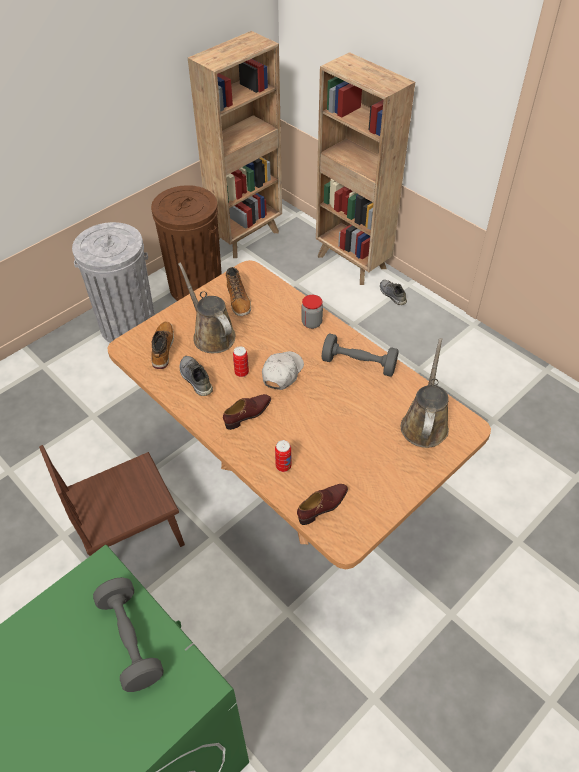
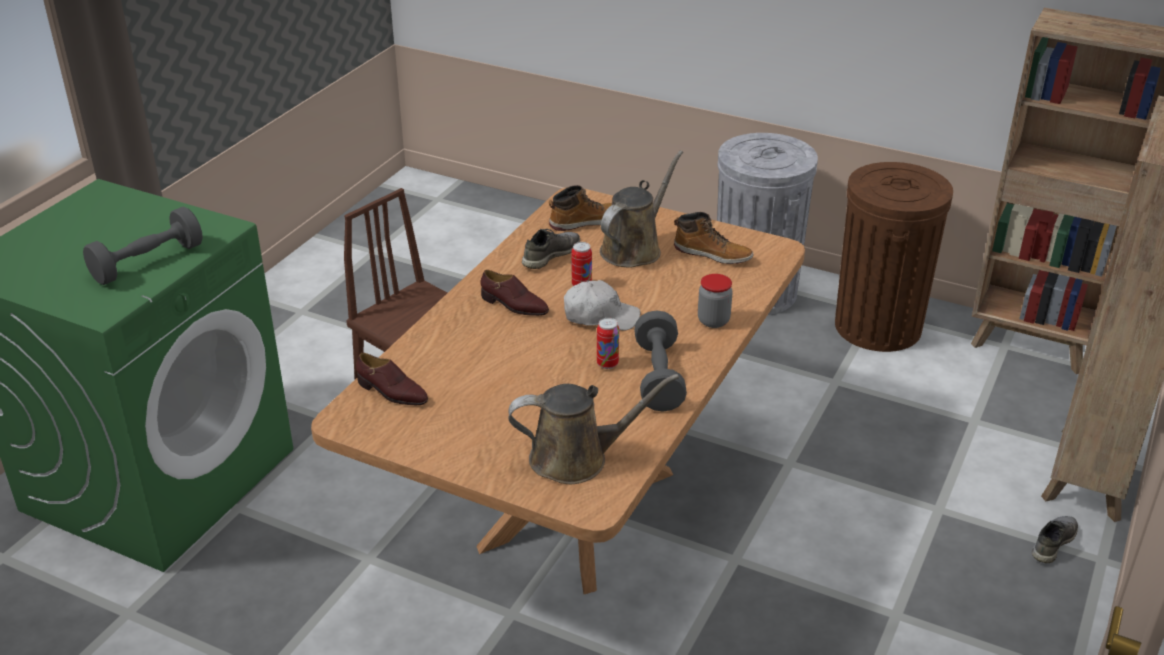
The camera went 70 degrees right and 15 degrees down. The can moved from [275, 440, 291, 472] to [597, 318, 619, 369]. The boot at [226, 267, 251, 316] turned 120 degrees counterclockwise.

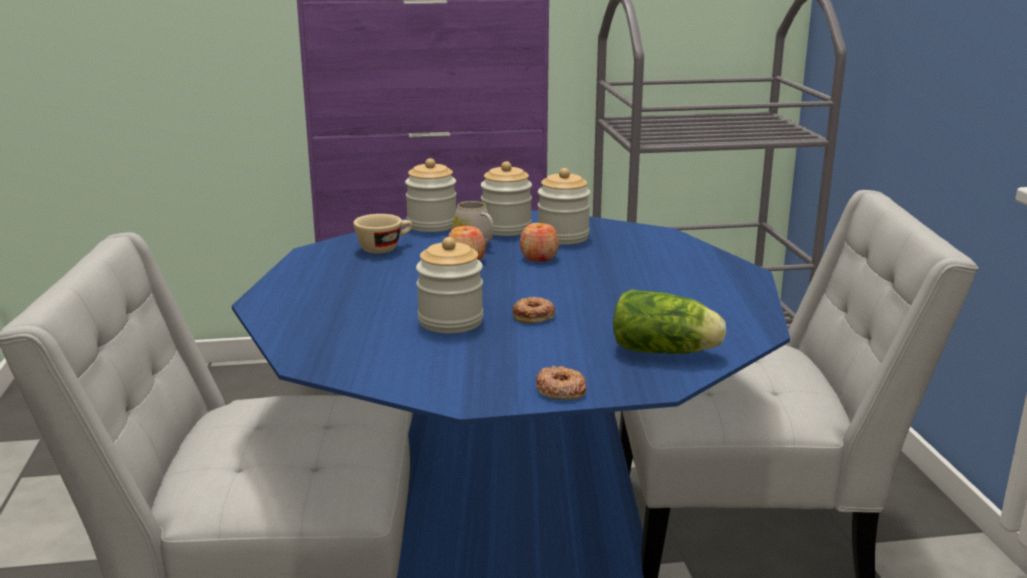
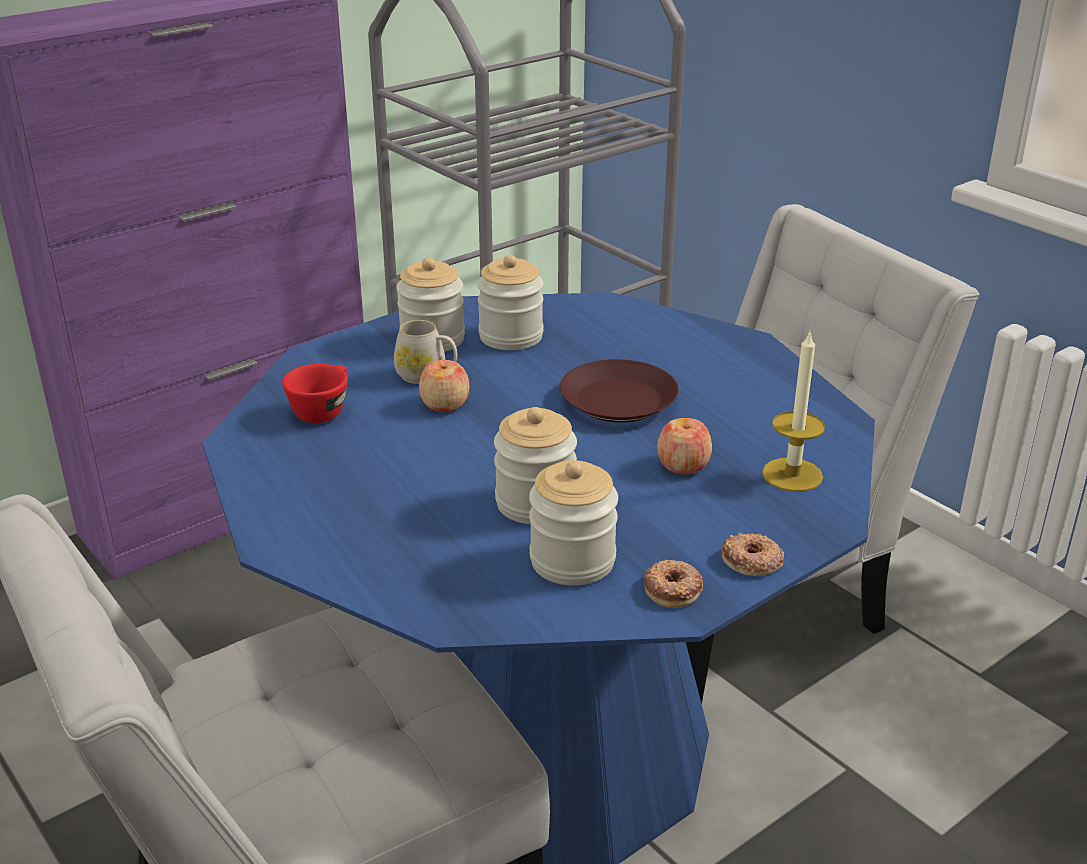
The camera went 30 degrees left and 10 degrees up. The cup (beige) at [353, 214, 413, 254] became the cup (red) at [282, 364, 348, 423]. The jar moved from [405, 158, 457, 232] to [529, 460, 618, 586]. The plate (brown) at [560, 359, 679, 423] appeared. The donut moved from [512, 297, 555, 323] to [644, 560, 703, 608]. The apple moved from [520, 223, 559, 262] to [657, 418, 712, 475]. The lettuce at [613, 289, 727, 354] was replaced by the candle at [762, 332, 825, 492].

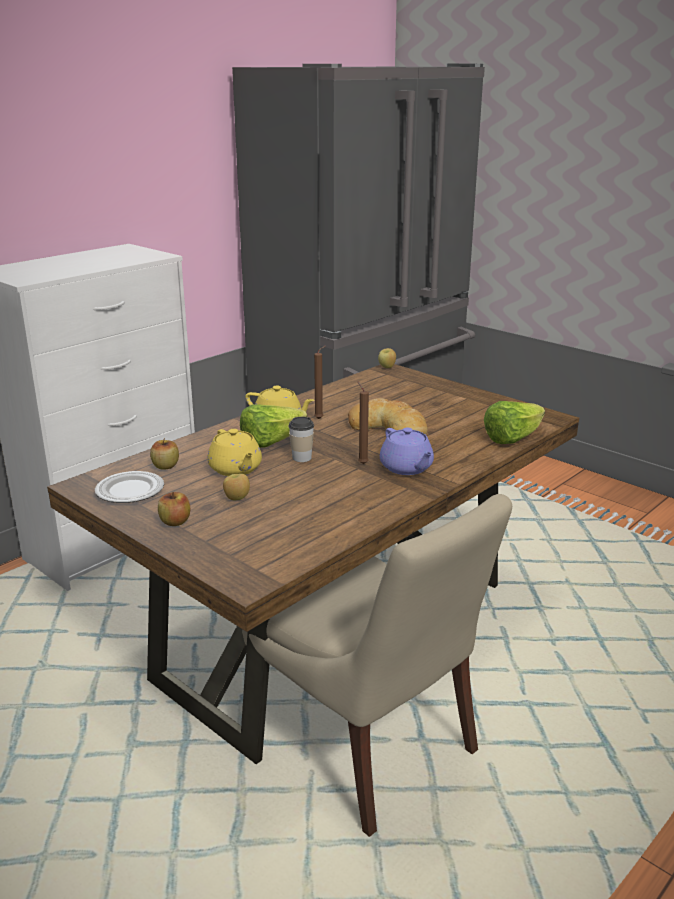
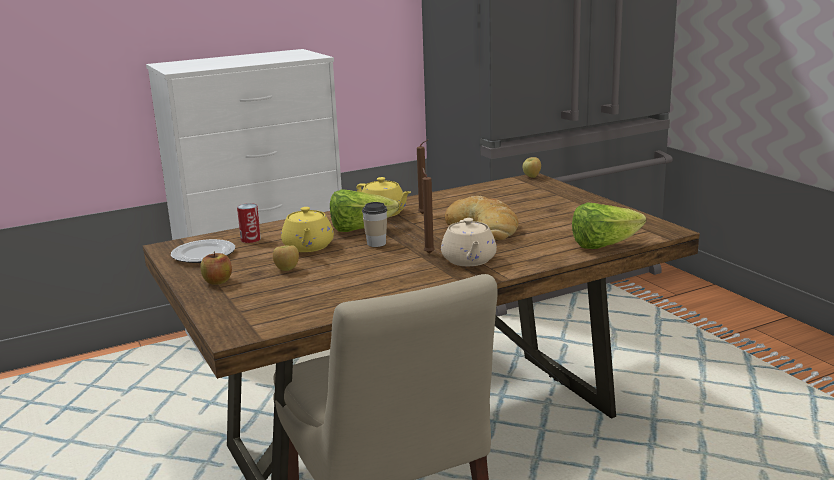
The camera went 20 degrees right and 5 degrees down. The apple at [150, 438, 179, 470] was replaced by the can at [237, 203, 261, 243]. The teapot (purple) at [380, 428, 434, 475] became the teapot (beige) at [441, 218, 497, 266].

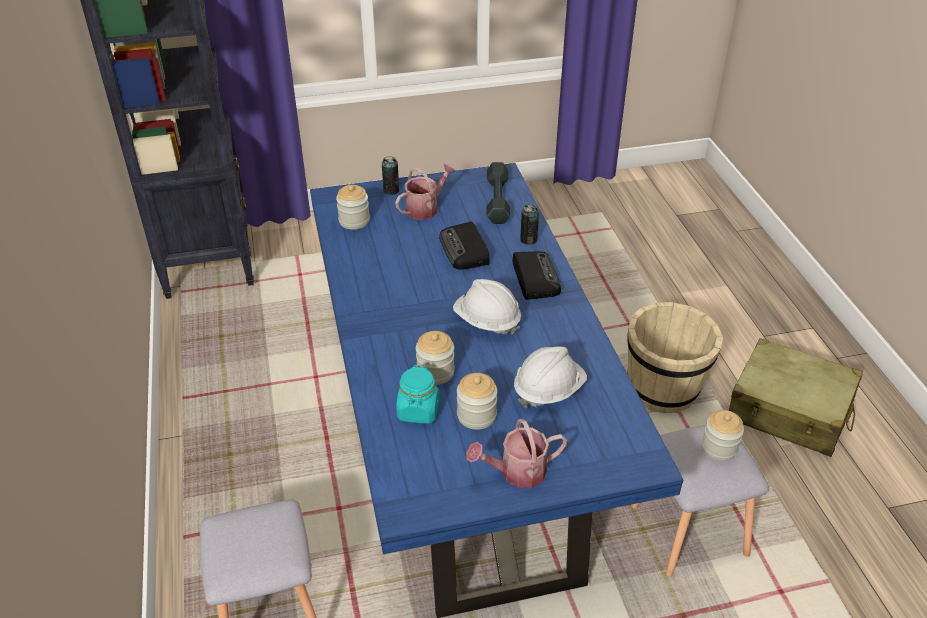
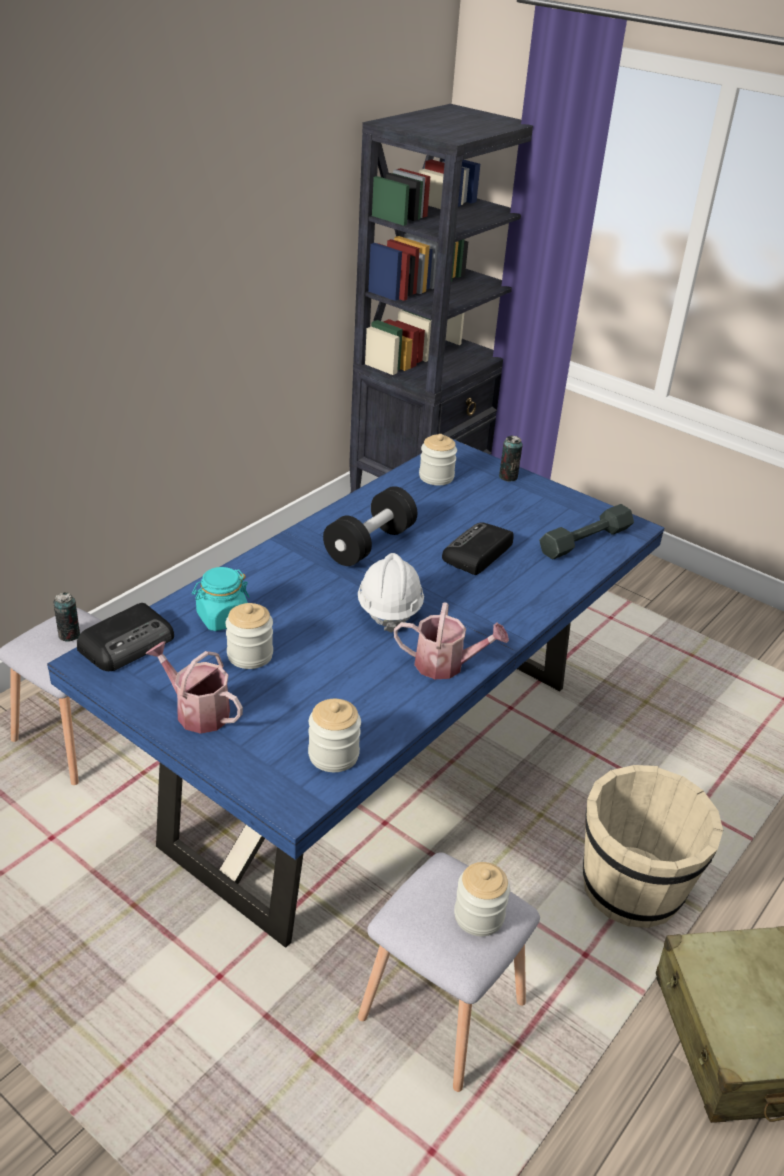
The camera went 50 degrees right and 5 degrees down. The can moved from [520, 204, 539, 245] to [53, 592, 80, 642]. The radio moved from [513, 251, 561, 300] to [77, 603, 174, 671]. The jar moved from [416, 331, 455, 385] to [308, 699, 361, 772]. The dumbbell (black) at [323, 486, 417, 566] appeared. The watering can moved from [395, 163, 456, 220] to [394, 602, 509, 679]. The hard hat (white) at [514, 346, 587, 409] disappeared.

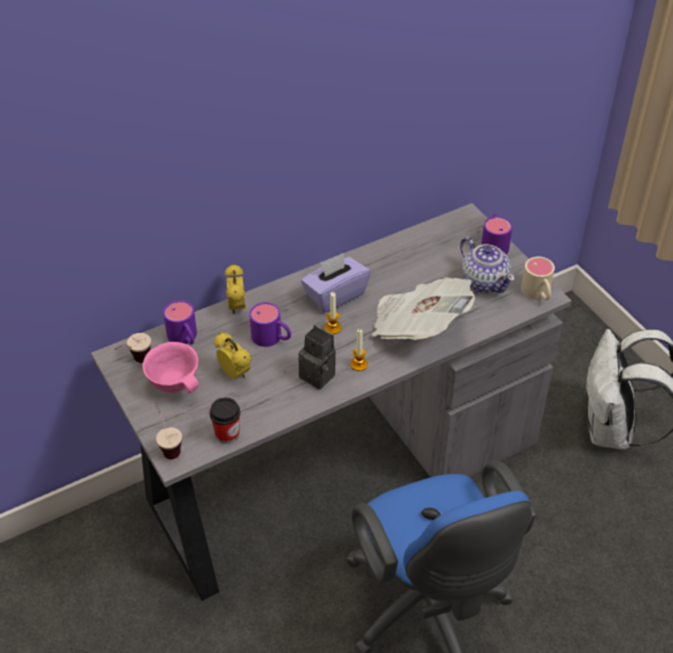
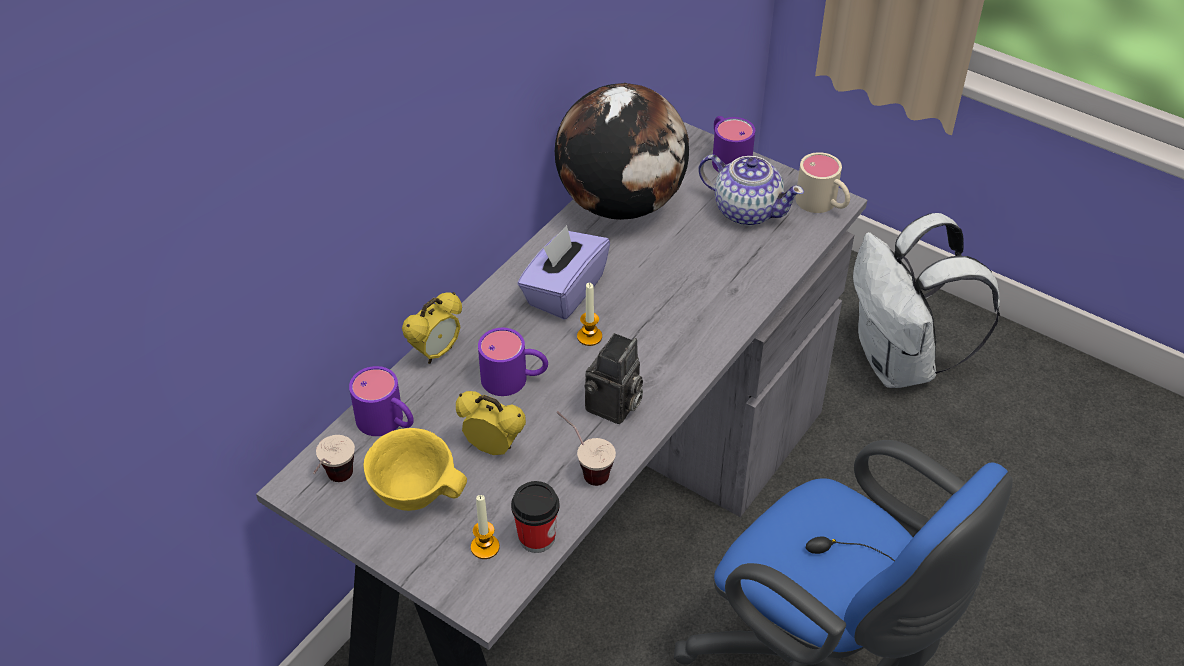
The camera went 25 degrees left and 0 degrees up. The bowl (pink) at [142, 342, 199, 393] became the bowl (yellow) at [363, 428, 467, 511]. The alarm clock at [225, 264, 245, 314] turned 105 degrees counterclockwise. The candle moved from [350, 329, 368, 371] to [471, 495, 500, 559]. The globe at [555, 83, 689, 220] appeared. The cup moved from [155, 402, 182, 459] to [556, 411, 616, 486]. The photo camera at [298, 324, 336, 390] turned 105 degrees clockwise. The newspaper at [372, 277, 475, 340] disappeared.

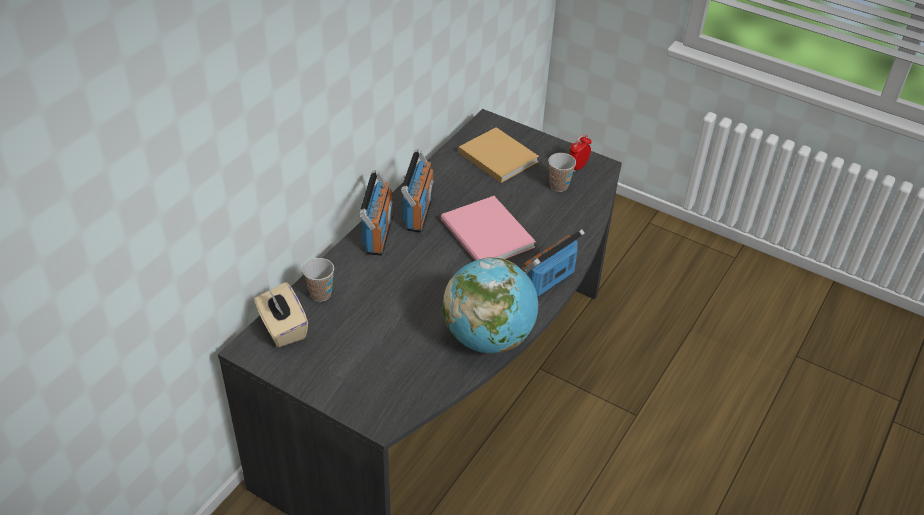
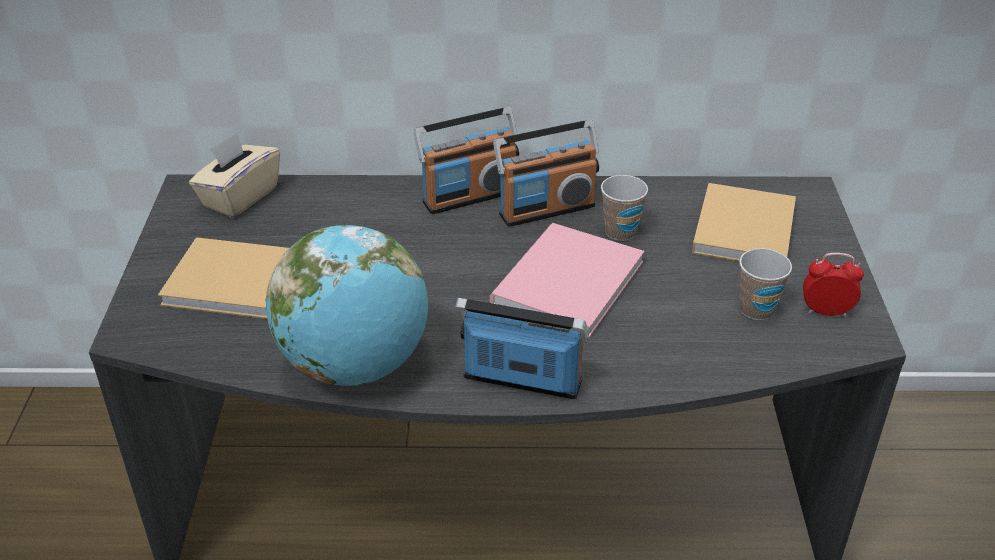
The camera went 60 degrees right and 5 degrees down. The book (beige) at [158, 237, 289, 319] appeared. The cup moved from [302, 258, 334, 302] to [601, 175, 648, 241].

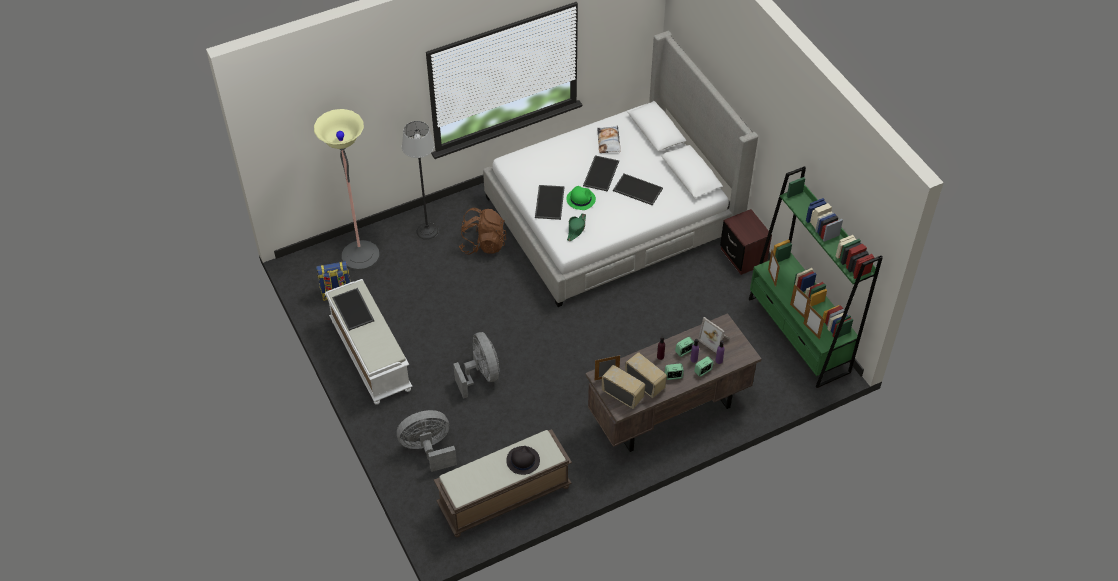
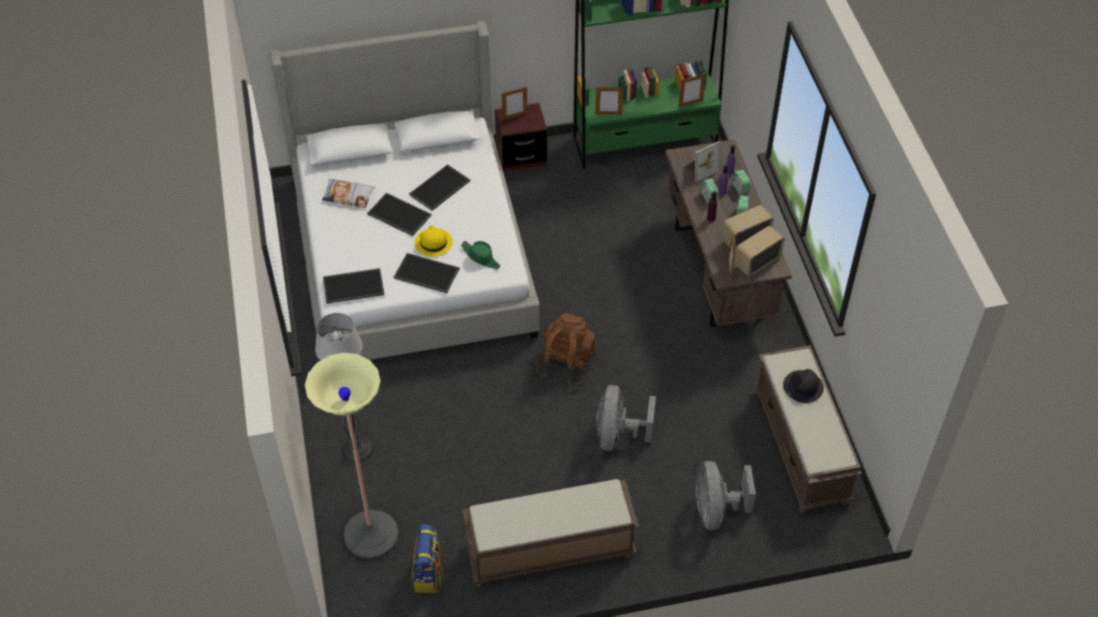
The camera went 75 degrees left and 0 degrees up. The tray moved from [332, 288, 374, 331] to [323, 268, 385, 304]. The hat (green) at [566, 186, 596, 210] became the hat (yellow) at [415, 225, 453, 257]. The bench (white) at [325, 279, 412, 405] became the bench (brown) at [462, 479, 639, 587]. The picture frame moved from [790, 284, 811, 318] to [502, 87, 527, 120]. The backpack (brown) moved from [459, 208, 506, 255] to [535, 313, 597, 387]. The fan (grey) at [453, 332, 499, 399] turned 75 degrees counterclockwise.

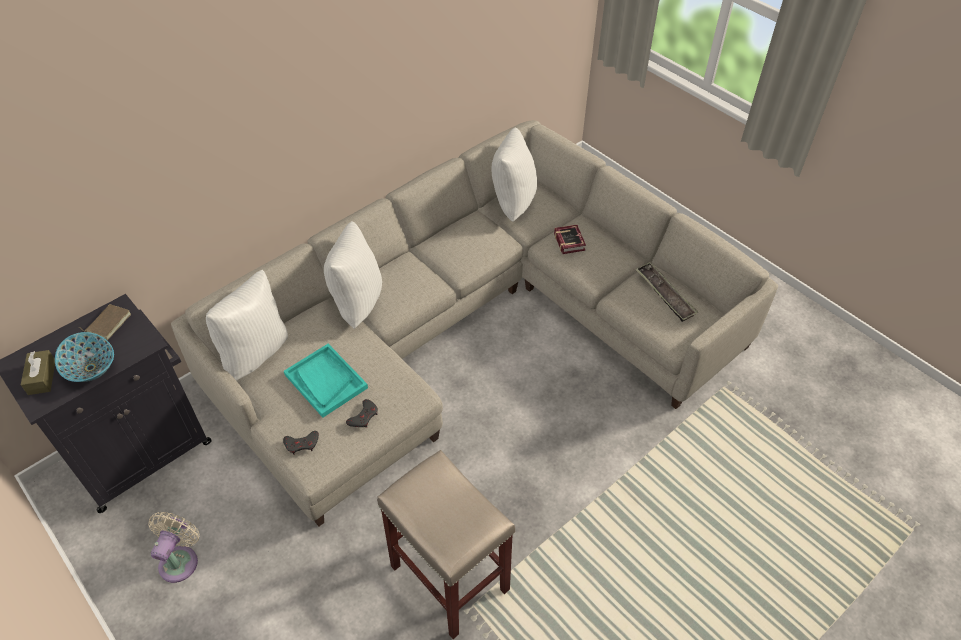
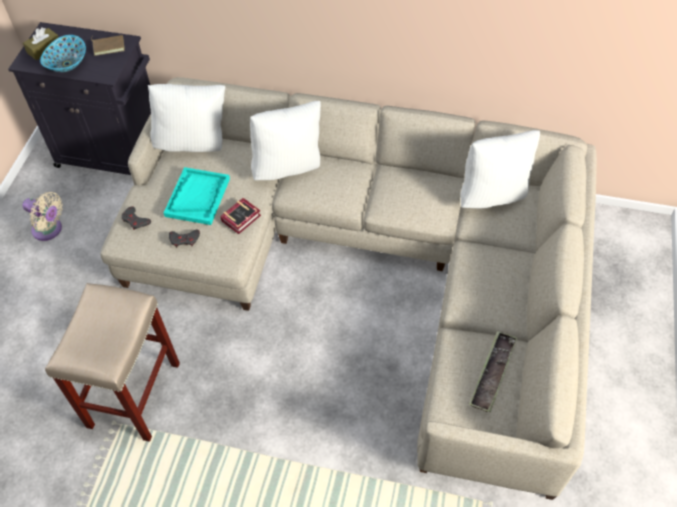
The camera went 55 degrees right and 5 degrees up. The fan (beige) at [148, 512, 200, 583] turned 45 degrees clockwise. The book moved from [554, 225, 586, 254] to [220, 198, 261, 234].

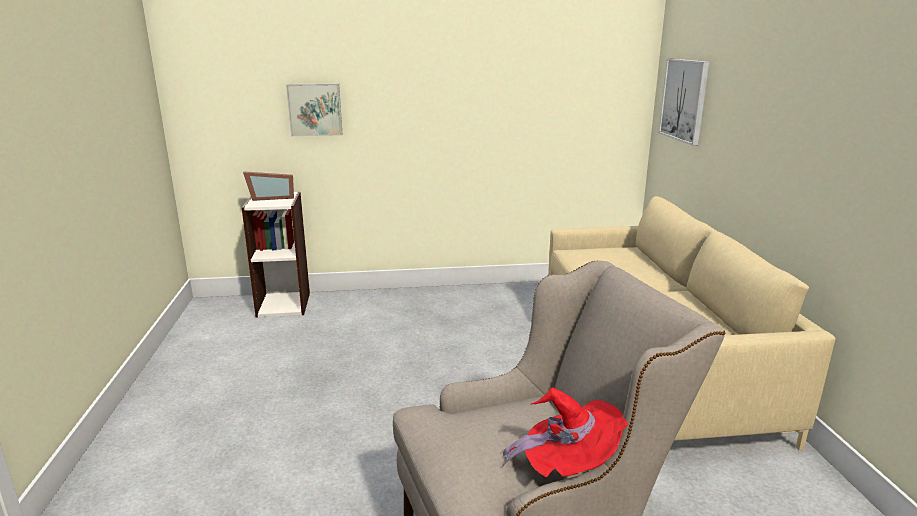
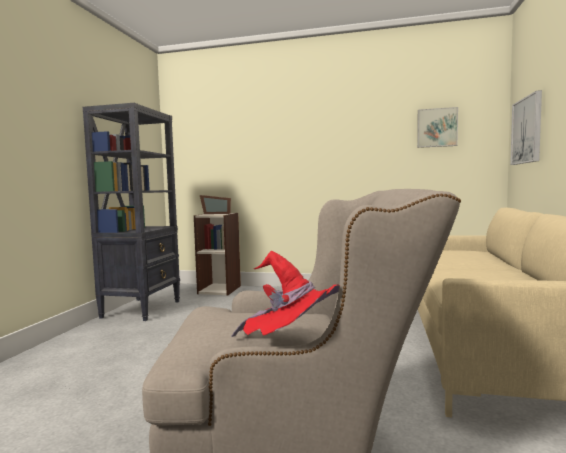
The camera went 20 degrees right and 15 degrees down. The bookcase (black) at [83, 103, 180, 321] appeared. The picture moved from [286, 83, 343, 136] to [417, 107, 458, 148].

